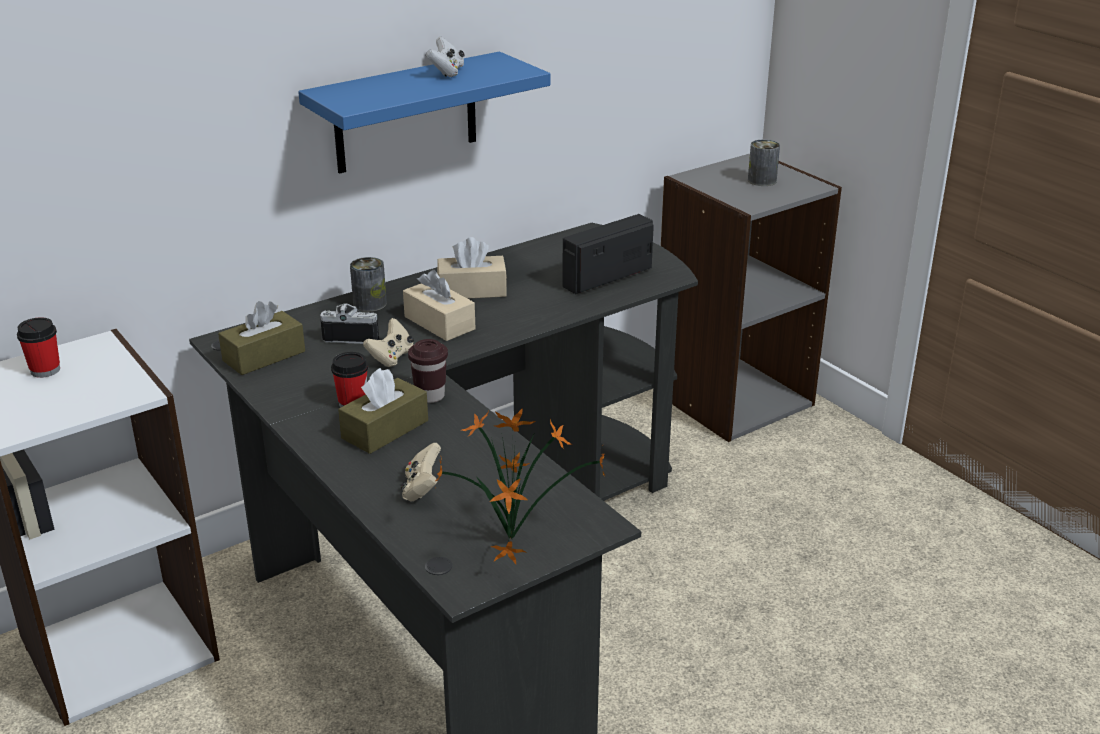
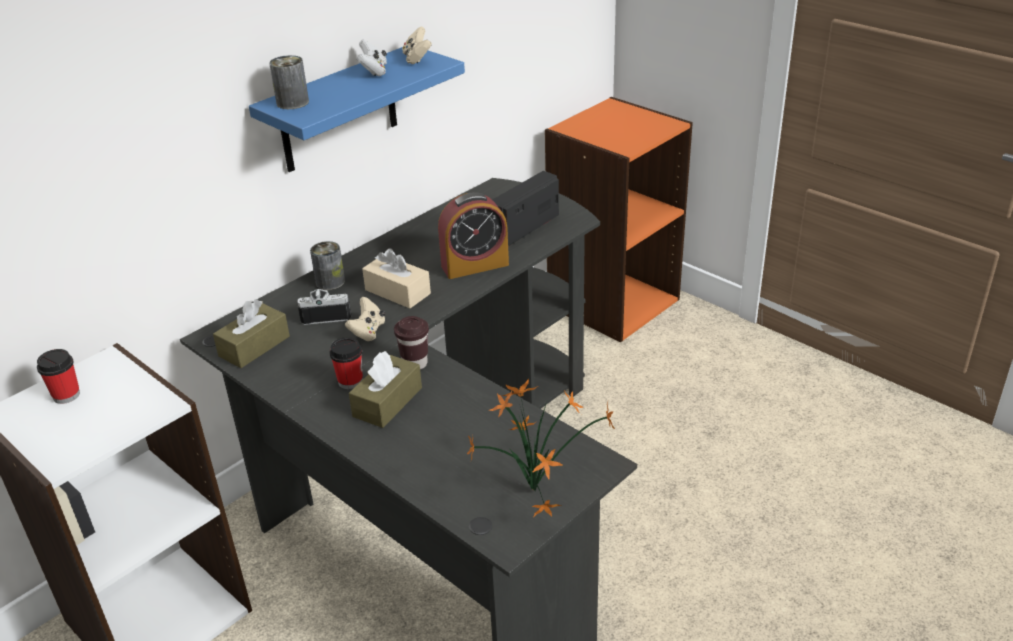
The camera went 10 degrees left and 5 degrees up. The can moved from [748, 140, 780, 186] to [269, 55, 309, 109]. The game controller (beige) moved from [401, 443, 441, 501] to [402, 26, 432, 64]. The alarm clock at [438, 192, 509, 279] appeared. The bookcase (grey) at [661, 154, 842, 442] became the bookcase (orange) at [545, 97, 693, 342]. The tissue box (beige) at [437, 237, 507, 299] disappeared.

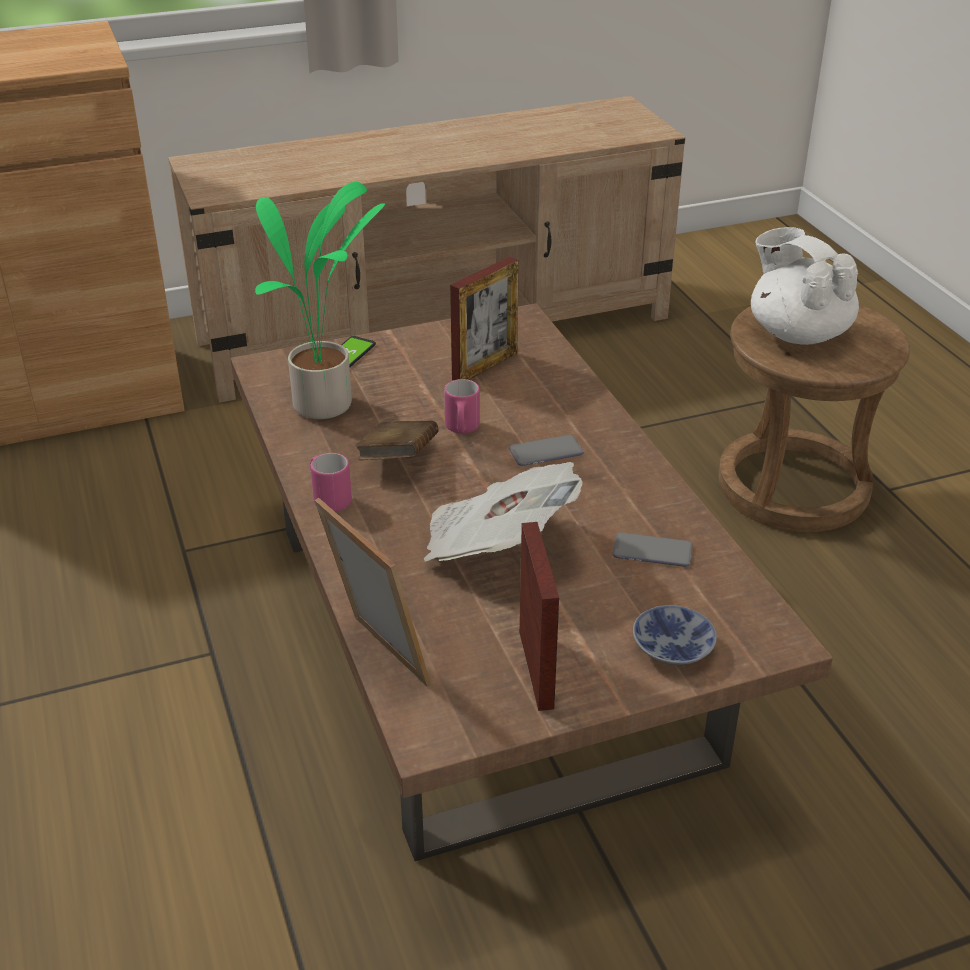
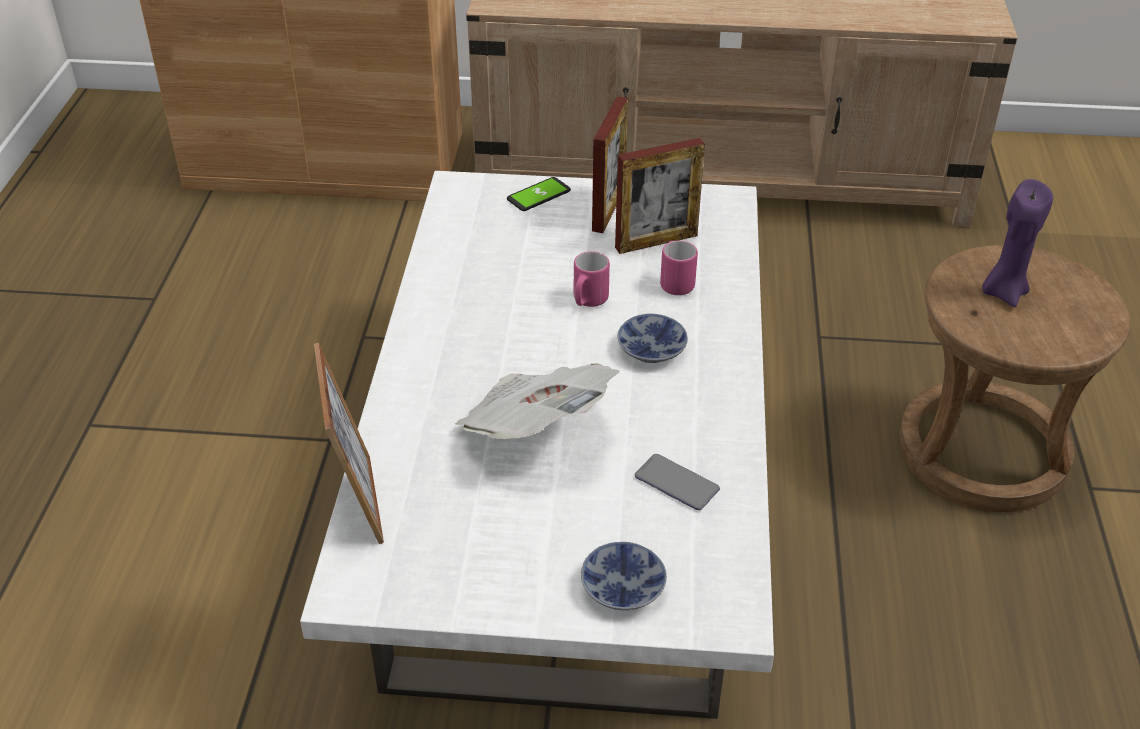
The camera went 25 degrees right and 5 degrees up. The coffee table (brown) at [230, 303, 833, 861] became the coffee table (white) at [300, 171, 774, 719]. The picture frame moved from [519, 522, 559, 711] to [592, 96, 628, 233]. The phone at [509, 435, 584, 466] was replaced by the bowl at [617, 313, 688, 363]. The mug (pink) moved from [310, 453, 352, 512] to [660, 240, 698, 295]. The teapot (white) at [751, 227, 859, 345] was replaced by the candle (purple) at [982, 179, 1053, 307]. The potted plant at [255, 182, 385, 419] disappeared. The book (brown) at [355, 421, 439, 460] disappeared.

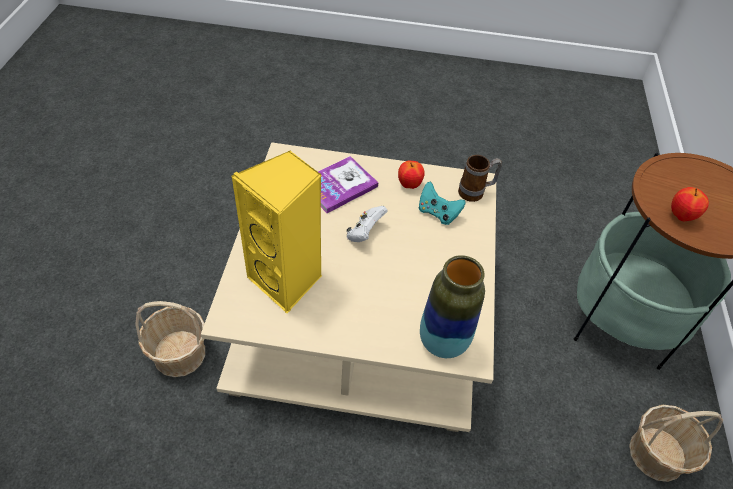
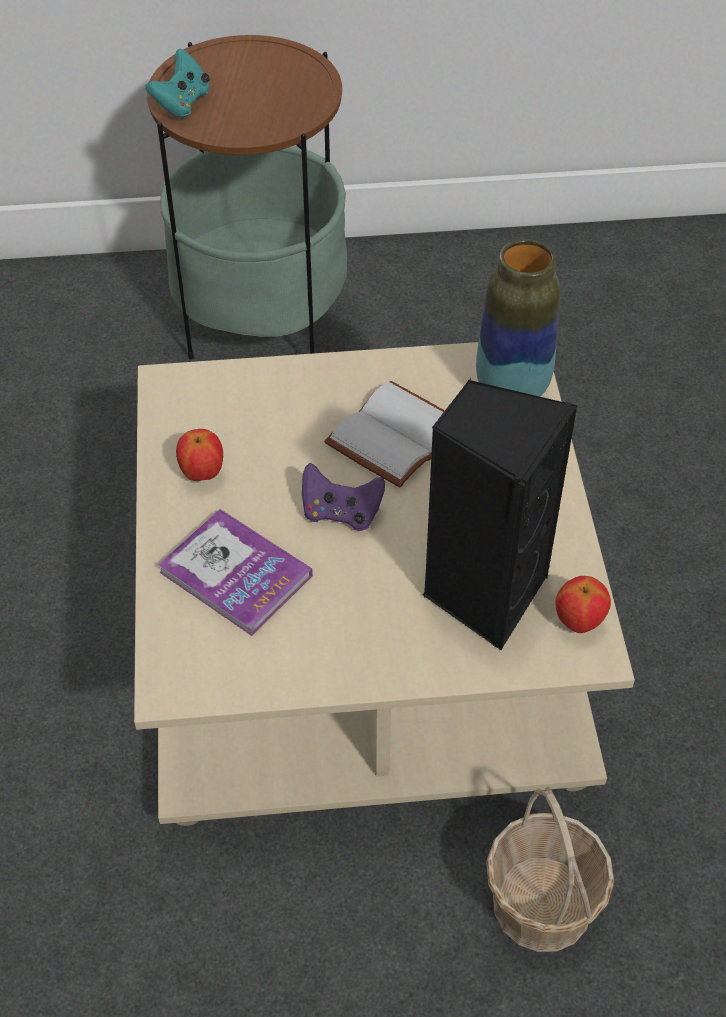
The camera went 100 degrees left and 0 degrees up. The game controller (turquoise) moved from [418, 182, 466, 225] to [146, 48, 210, 118]. The game controller (white) at [346, 206, 388, 242] became the game controller (purple) at [302, 463, 385, 531]. The book (white) at [324, 381, 445, 488] appeared. The speaker (yellow) at [231, 150, 322, 314] became the speaker (black) at [423, 378, 577, 650]. The apple moved from [671, 187, 709, 221] to [556, 576, 611, 633]. The mug at [458, 155, 502, 202] disappeared. The basket at [629, 405, 723, 482] disappeared.

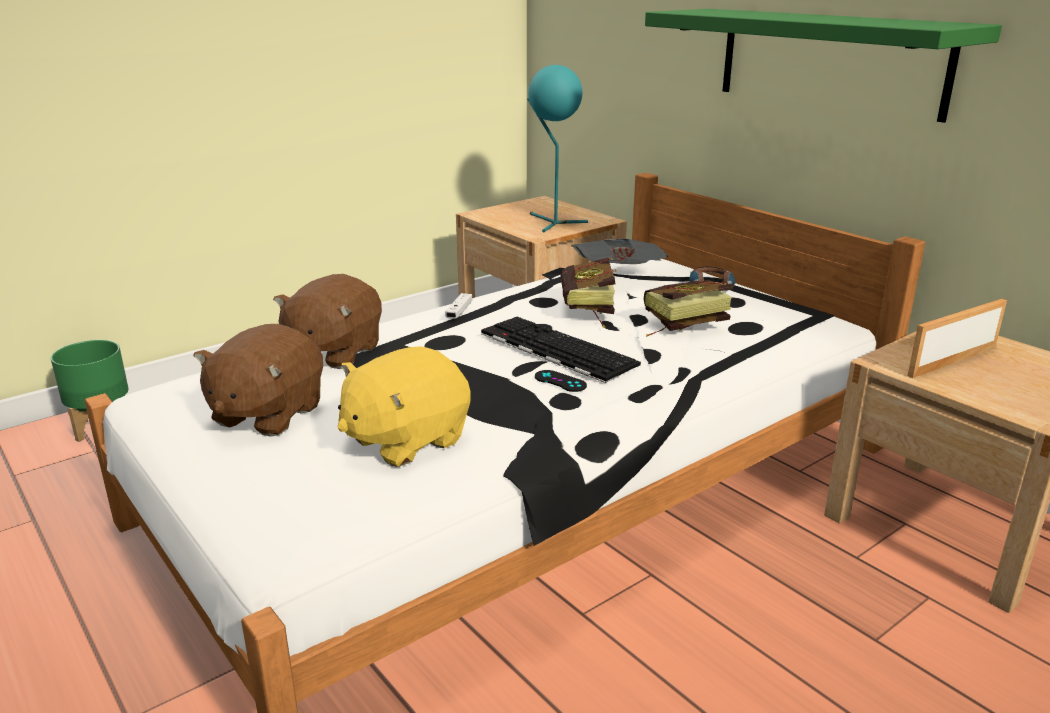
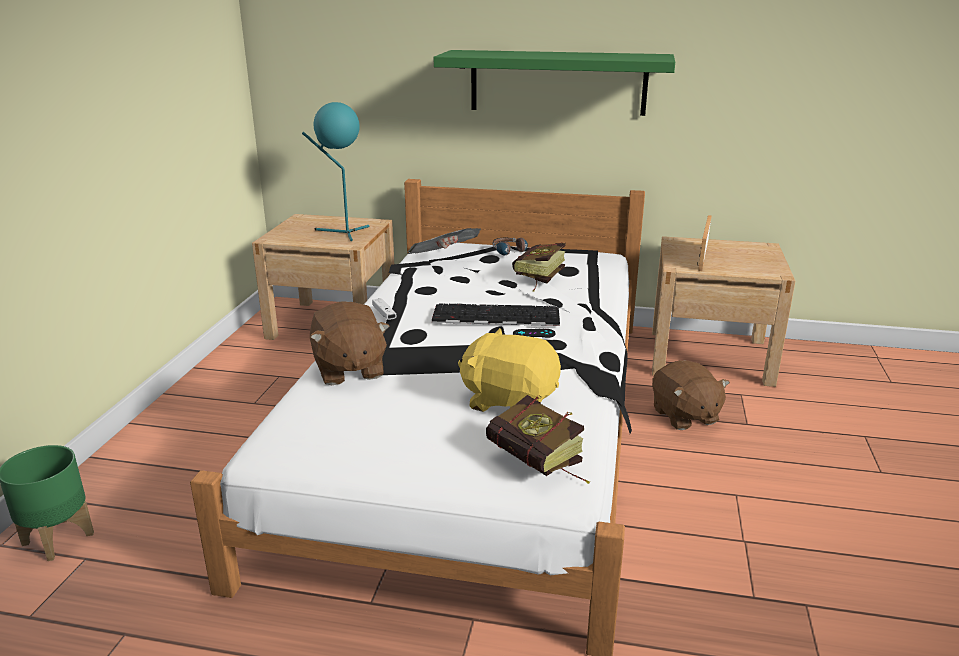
The camera went 40 degrees left and 0 degrees up. The plush toy (yellow) at [338, 346, 470, 467] turned 105 degrees clockwise. The book moved from [561, 258, 617, 328] to [486, 395, 590, 484]. The plush toy (brown) moved from [193, 324, 323, 437] to [652, 360, 730, 430].

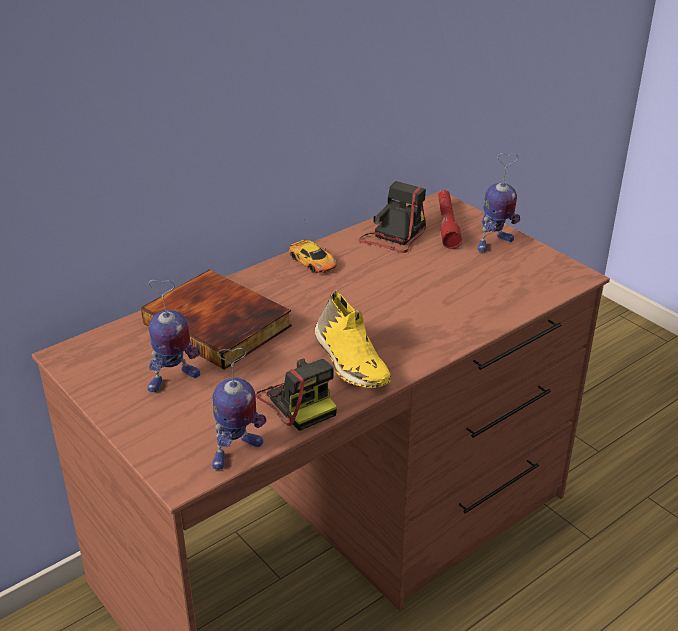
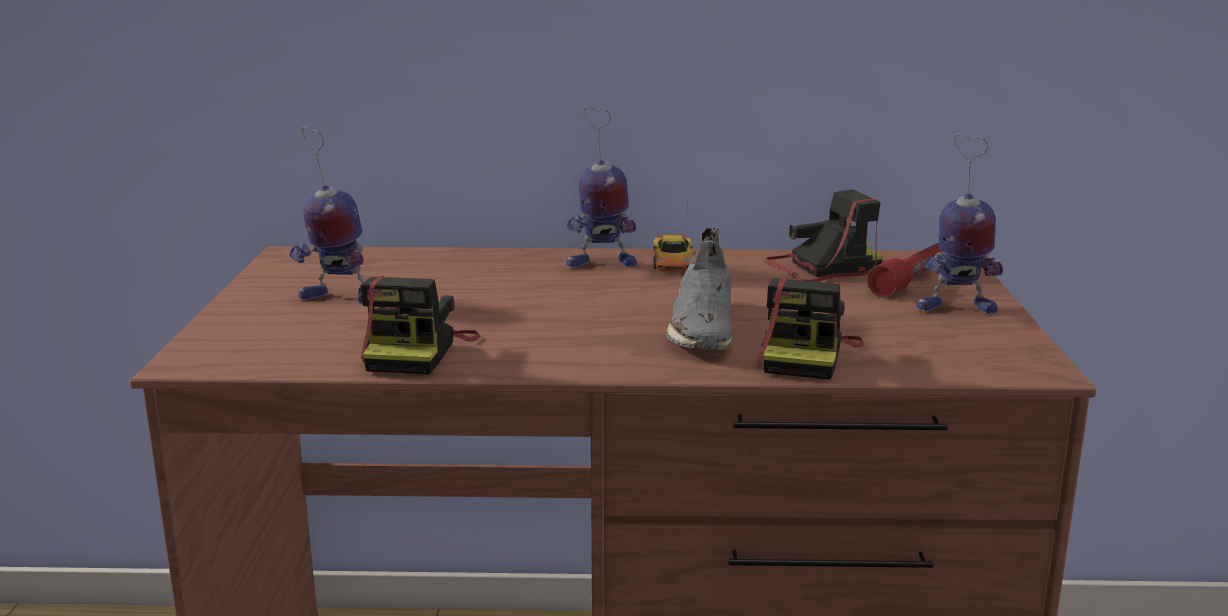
The camera went 40 degrees right and 15 degrees down. The toy robot moved from [212, 348, 267, 470] to [566, 106, 637, 268]. The shoe (grey) at [666, 227, 732, 350] appeared. The photo camera at [757, 278, 864, 380] appeared. The book at [141, 270, 292, 370] disappeared. The shoe (yellow) at [314, 290, 391, 388] disappeared.

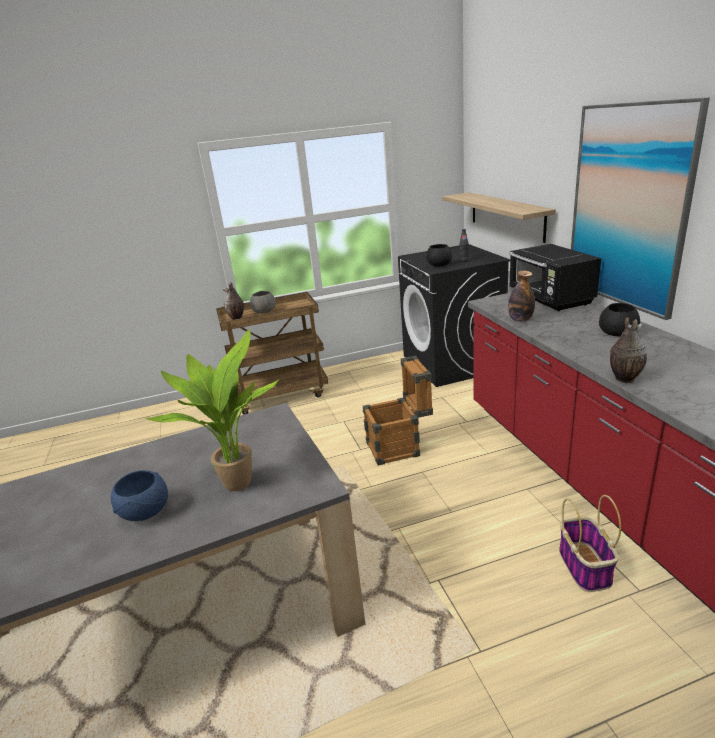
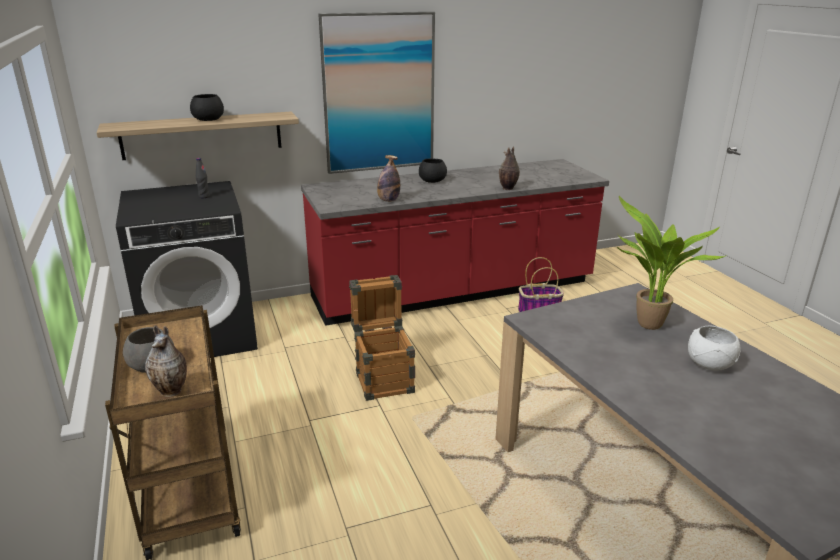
The camera went 95 degrees left and 0 degrees up. The bowl (black) moved from [426, 244, 452, 267] to [190, 94, 224, 121]. The bowl (blue) at [111, 470, 168, 521] became the bowl (white) at [688, 326, 741, 371]. The microwave (black) at [509, 244, 601, 311] disappeared.

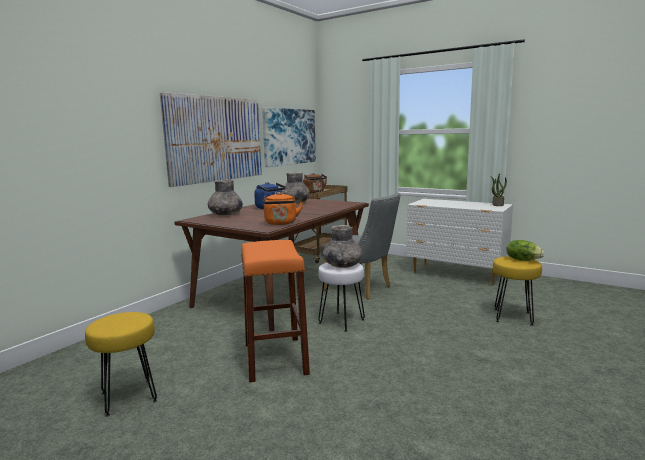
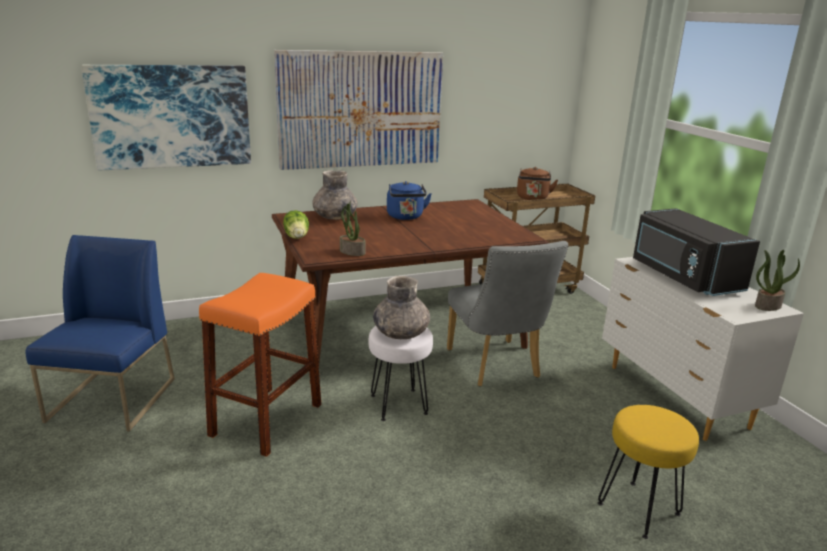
The camera went 35 degrees right and 10 degrees up. The stool (yellow) at [85, 312, 157, 417] was replaced by the chair (blue) at [26, 235, 175, 432]. The picture moved from [262, 107, 316, 167] to [81, 65, 251, 171]. The lettuce moved from [506, 240, 544, 261] to [283, 210, 309, 239]. The kettle (orange) at [263, 192, 303, 225] was replaced by the potted plant at [340, 201, 366, 256]. The microwave (black) at [633, 208, 760, 296] appeared. The vase (grey) at [282, 172, 310, 203] disappeared.

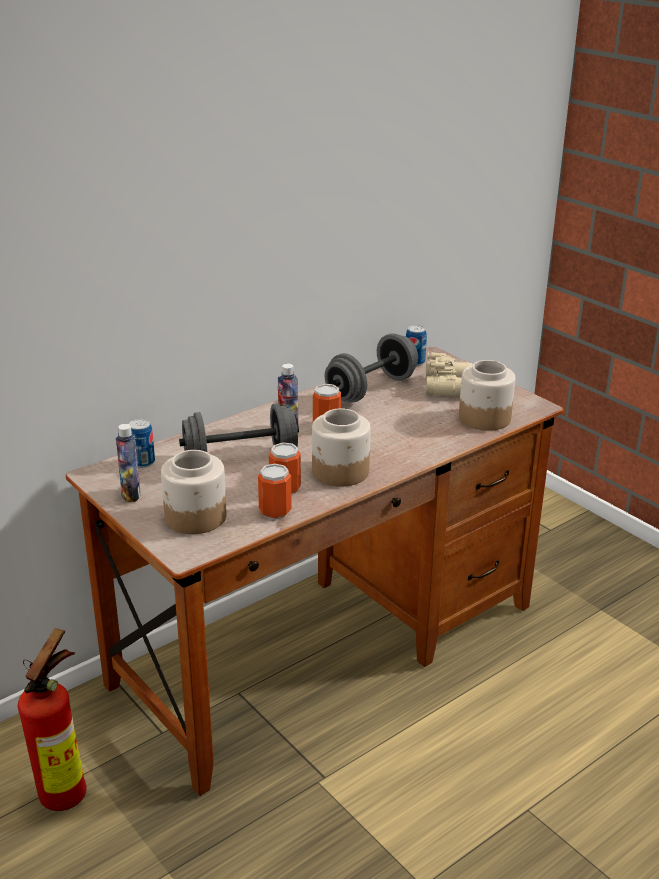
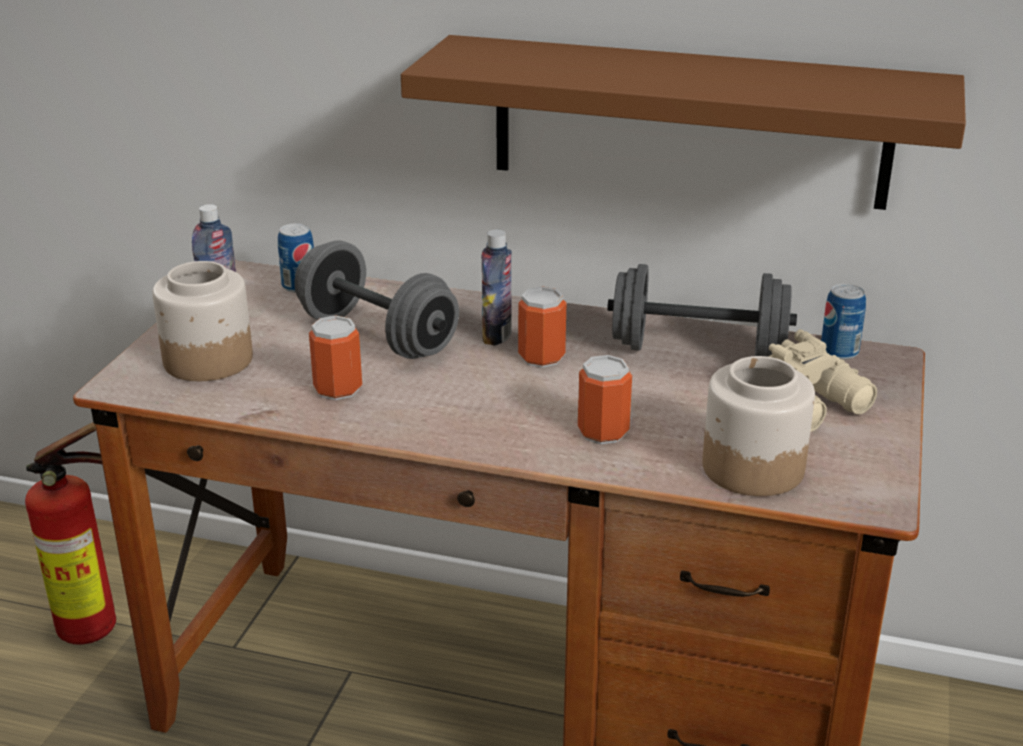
The camera went 55 degrees right and 0 degrees up. The shelf (brown) at [401, 35, 966, 210] appeared. The can moved from [258, 464, 292, 520] to [578, 355, 632, 444]. The jar at [312, 408, 371, 487] disappeared.

